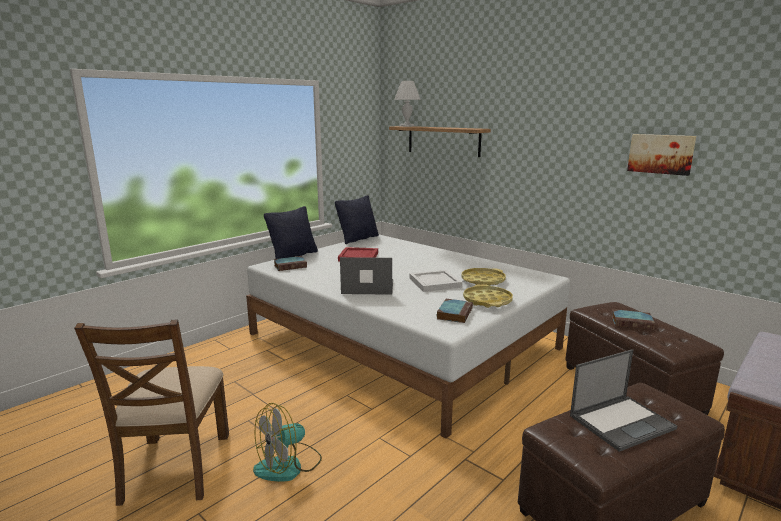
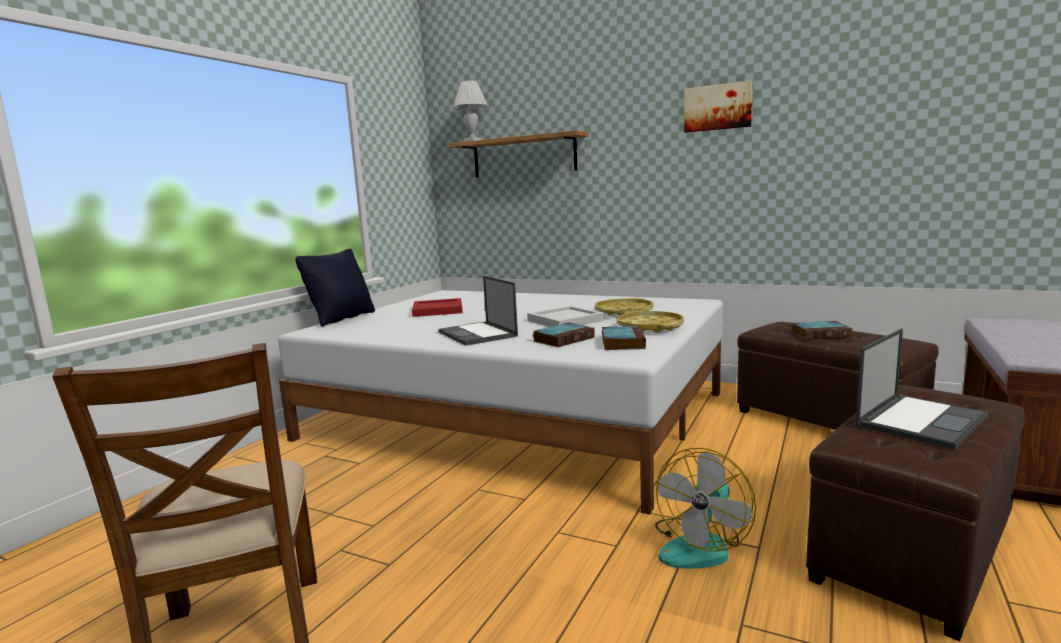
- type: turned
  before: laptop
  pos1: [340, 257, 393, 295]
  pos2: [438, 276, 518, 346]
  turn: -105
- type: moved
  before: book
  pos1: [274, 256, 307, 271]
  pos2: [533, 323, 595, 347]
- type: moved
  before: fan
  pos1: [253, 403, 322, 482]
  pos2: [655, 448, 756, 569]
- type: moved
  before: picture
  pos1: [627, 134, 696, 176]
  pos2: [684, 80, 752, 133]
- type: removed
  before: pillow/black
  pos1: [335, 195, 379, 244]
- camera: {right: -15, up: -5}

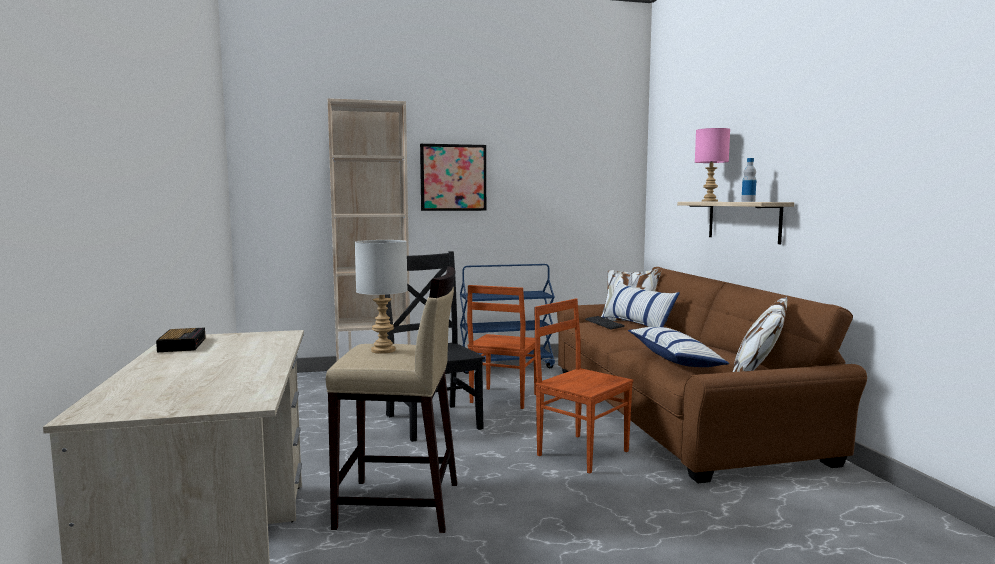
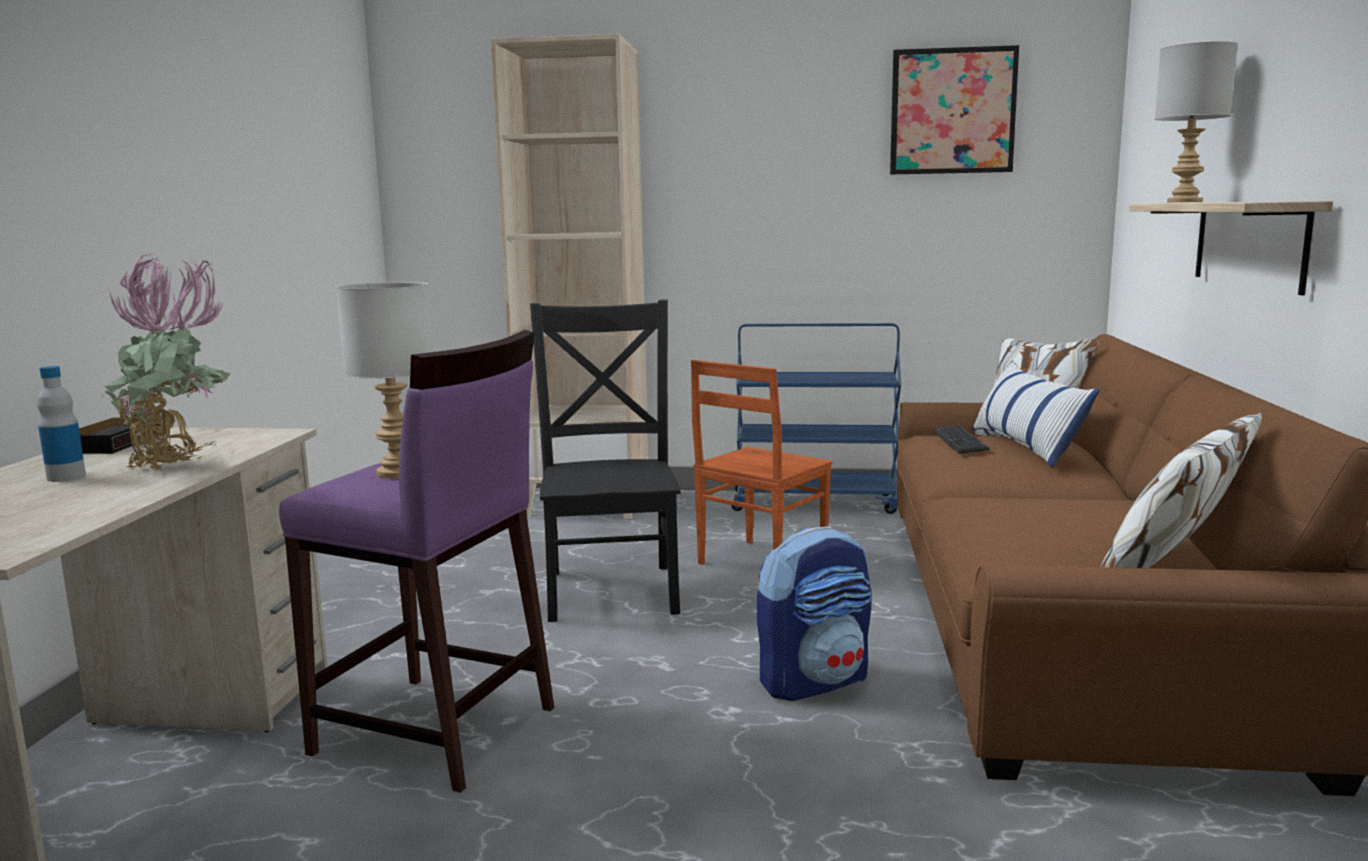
- type: moved
  before: bottle
  pos1: [741, 158, 756, 202]
  pos2: [37, 366, 86, 482]
- type: added
  after: potted plant
  pos2: [100, 253, 230, 471]
- type: recoloured
  before: stool/beige
  after: stool/purple
  pos1: [326, 266, 457, 533]
  pos2: [279, 330, 554, 793]
- type: replaced
  before: chair/brown
  after: backpack
  pos1: [534, 299, 633, 474]
  pos2: [757, 526, 871, 701]
- type: moved
  before: picture
  pos1: [420, 144, 486, 211]
  pos2: [890, 45, 1019, 175]
- type: recoloured
  before: table lamp/pink
  after: table lamp/grey
  pos1: [695, 128, 730, 202]
  pos2: [1155, 41, 1238, 202]
- type: removed
  before: pillow
  pos1: [628, 327, 730, 367]
- camera: {right: 20, up: 5}

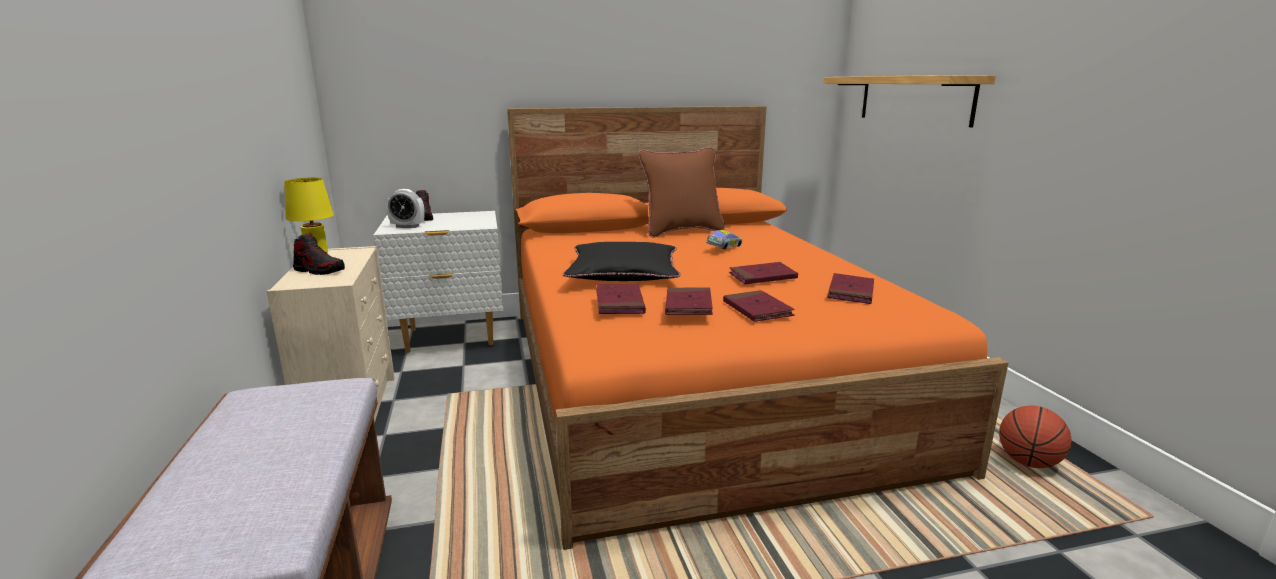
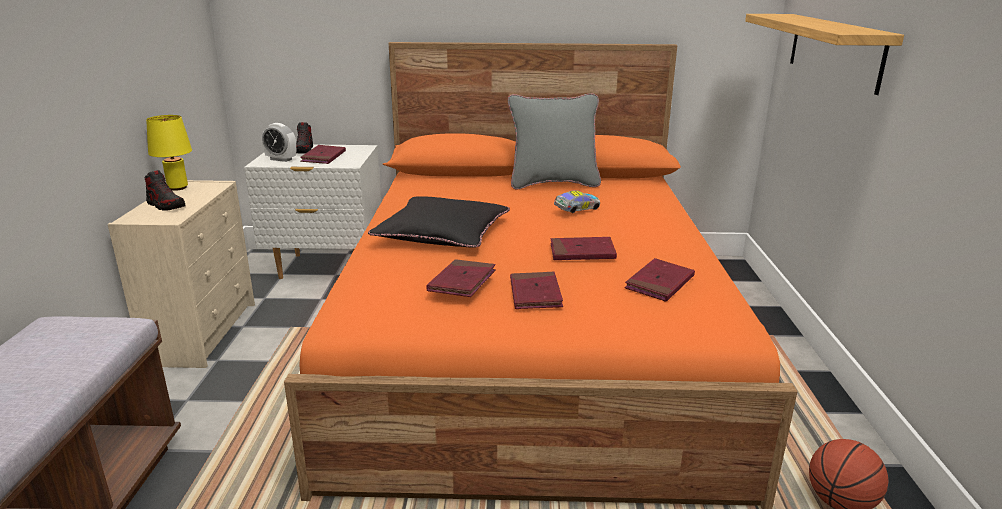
- type: moved
  before: book/red
  pos1: [596, 284, 646, 314]
  pos2: [300, 145, 346, 164]
- type: recoloured
  before: pillow/brown
  after: pillow/grey
  pos1: [638, 147, 725, 238]
  pos2: [508, 93, 601, 189]
- camera: {right: 15, up: 5}

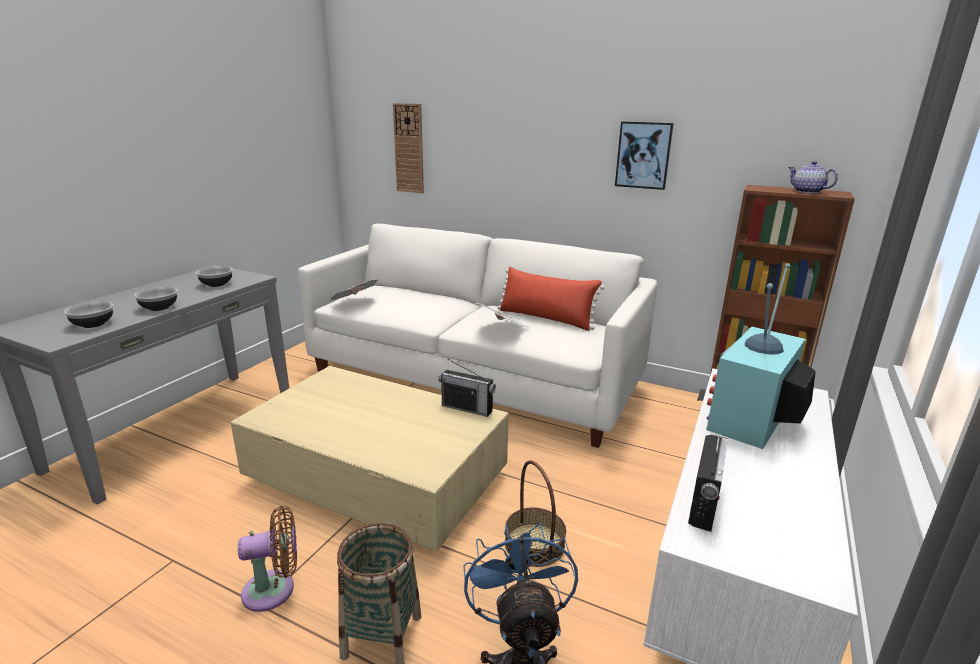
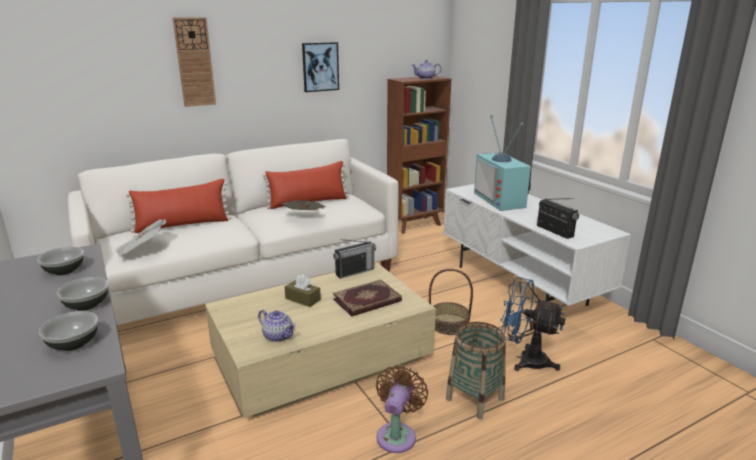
- type: added
  after: pillow/red
  pos2: [126, 179, 231, 233]
- type: moved
  before: wall clock
  pos1: [393, 103, 424, 193]
  pos2: [173, 17, 216, 107]
- type: added
  after: teapot
  pos2: [258, 310, 296, 342]
- type: added
  after: tissue box/brown
  pos2: [285, 274, 321, 307]
- type: added
  after: book
  pos2: [333, 280, 402, 317]
- camera: {right: -55, up: 0}

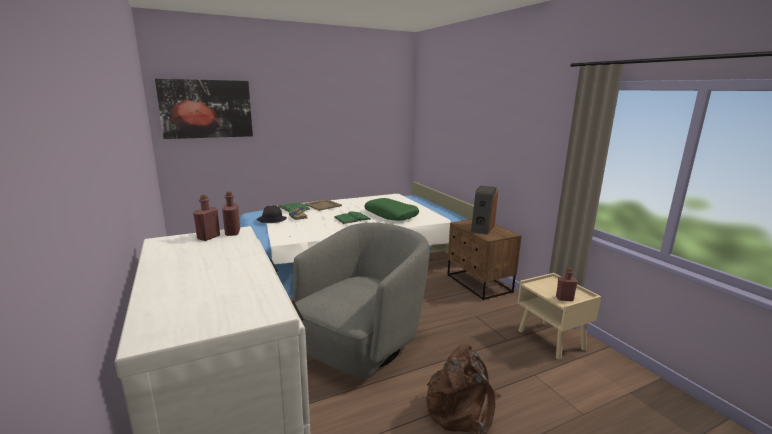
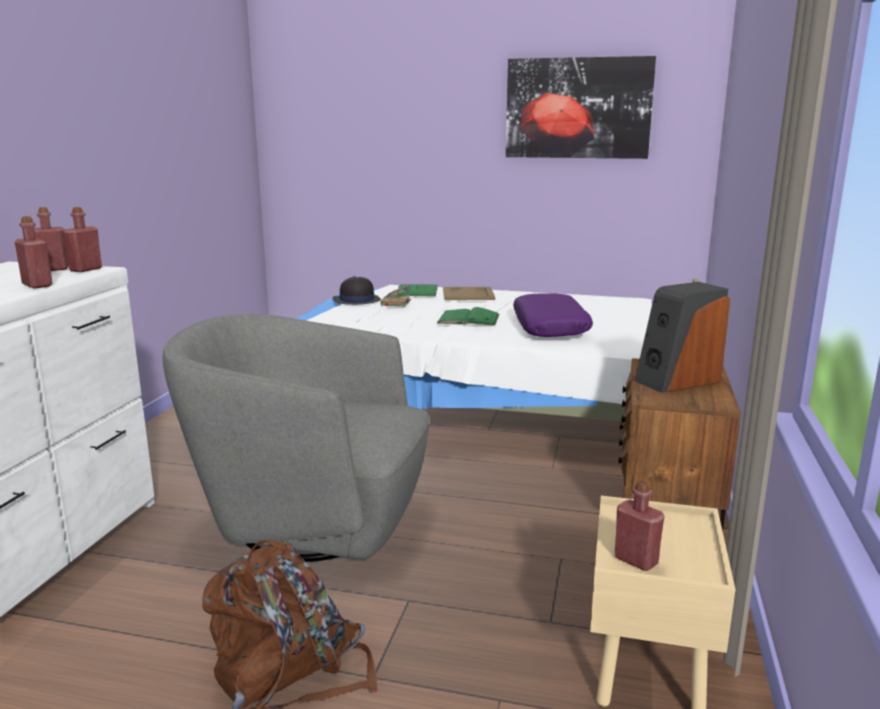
- type: added
  after: bottle/red
  pos2: [15, 216, 53, 289]
- type: turned
  before: armchair/grey
  pos1: [293, 223, 429, 379]
  pos2: [163, 314, 430, 562]
  turn: -150
- type: moved
  before: picture
  pos1: [155, 79, 253, 139]
  pos2: [506, 56, 656, 159]
- type: recoloured
  before: pillow/green
  after: pillow/purple
  pos1: [364, 198, 419, 221]
  pos2: [513, 293, 593, 337]
- camera: {right: 40, up: 0}

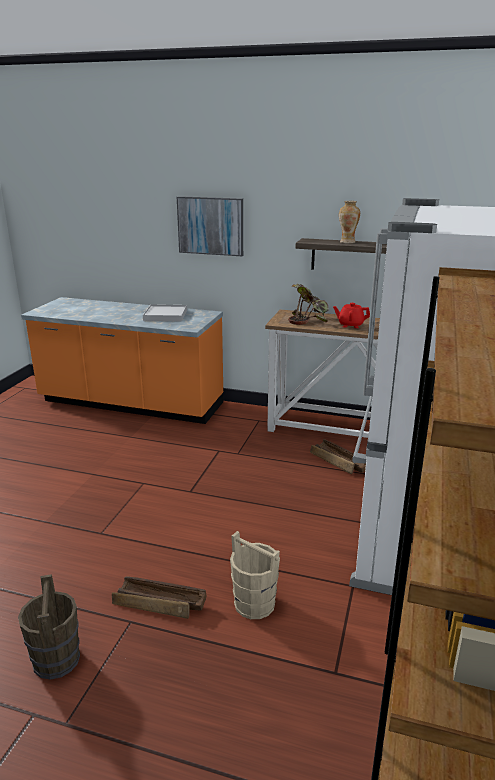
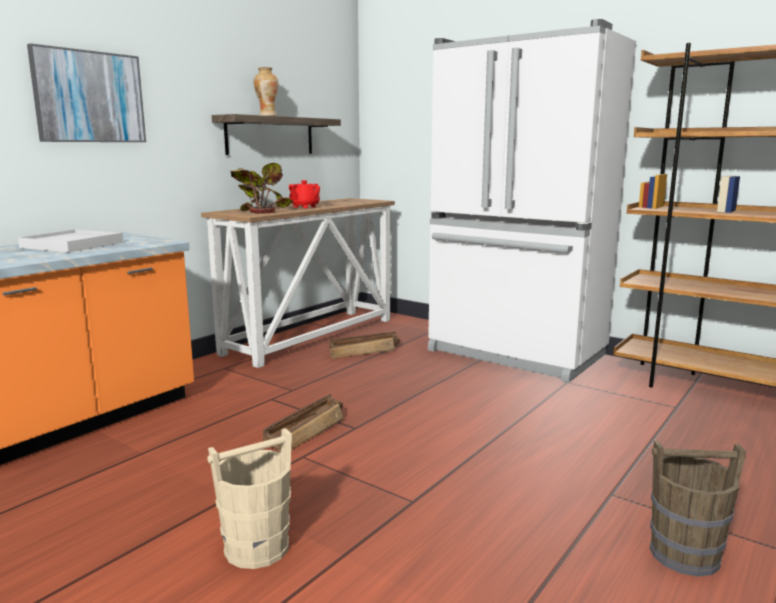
- type: moved
  before: bucket/beige
  pos1: [230, 531, 280, 619]
  pos2: [207, 428, 292, 569]
- type: moved
  before: crate
  pos1: [112, 576, 206, 619]
  pos2: [263, 394, 344, 453]
- camera: {right: -70, up: -10}

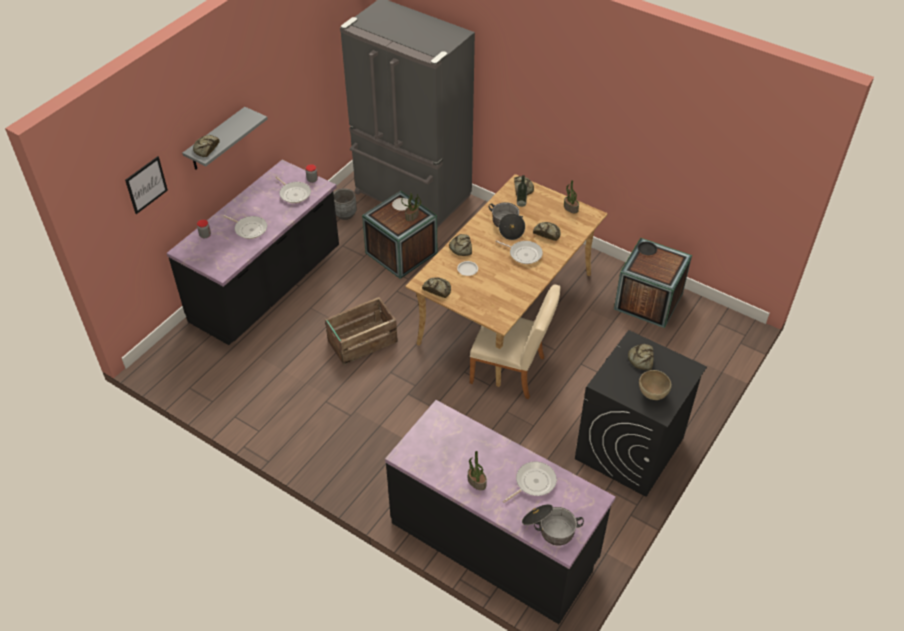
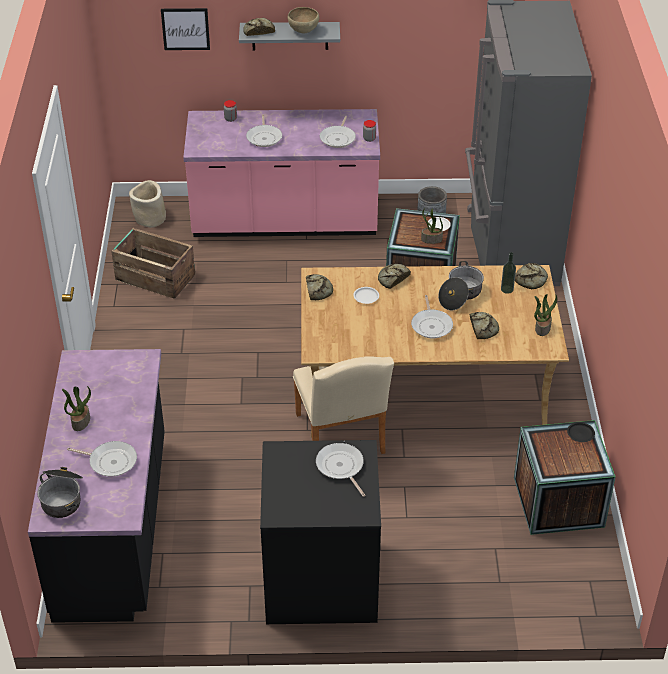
- type: moved
  before: crate
  pos1: [325, 297, 398, 365]
  pos2: [111, 228, 195, 299]
- type: added
  after: planter/beige
  pos2: [129, 180, 166, 228]
- type: recoloured
  before: counter/black
  after: counter/pink
  pos1: [167, 160, 339, 345]
  pos2: [183, 109, 380, 237]
- type: moved
  before: bowl/brown
  pos1: [639, 370, 672, 400]
  pos2: [288, 7, 319, 33]
- type: replaced
  before: bread
  after: frying pan
  pos1: [628, 344, 654, 370]
  pos2: [316, 443, 366, 497]
- camera: {right: 55, up: -5}

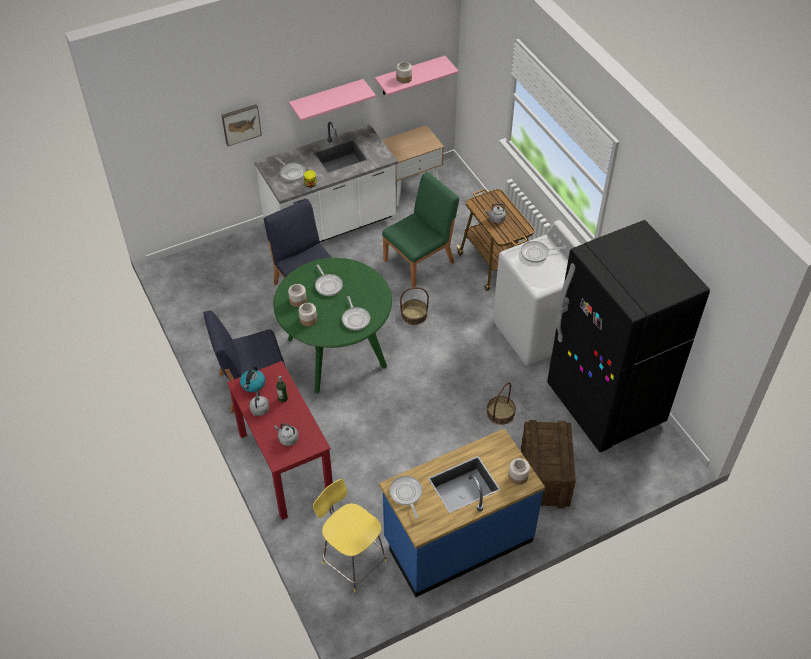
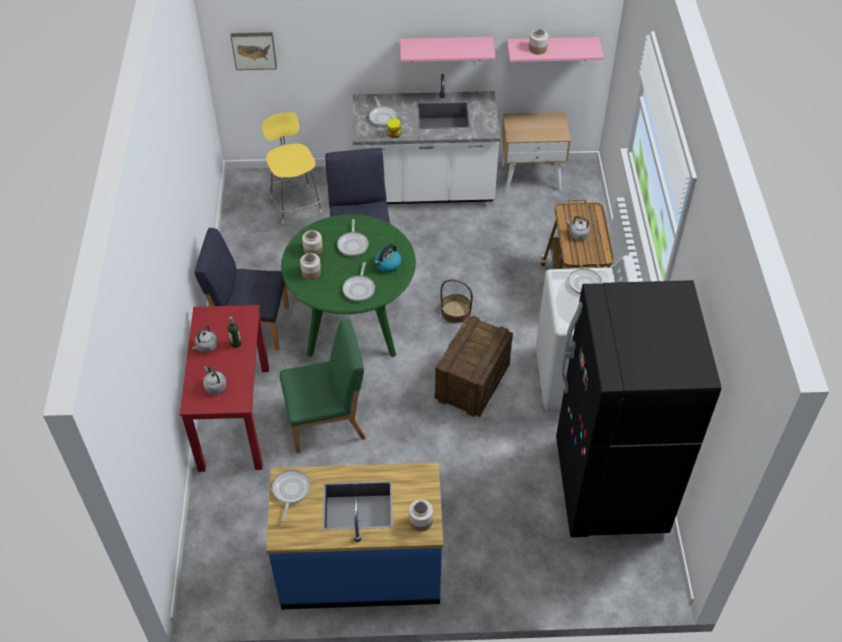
- type: moved
  before: picture
  pos1: [221, 104, 262, 146]
  pos2: [231, 32, 277, 70]
- type: moved
  before: stool/yellow
  pos1: [313, 479, 387, 592]
  pos2: [262, 112, 322, 224]
- type: moved
  before: chair/green
  pos1: [382, 172, 459, 287]
  pos2: [280, 319, 366, 453]
- type: moved
  before: kettle
  pos1: [240, 365, 265, 392]
  pos2: [375, 244, 402, 272]
- type: moved
  before: crate
  pos1: [521, 420, 576, 509]
  pos2: [434, 315, 513, 417]
- type: removed
  before: basket
  pos1: [487, 382, 516, 425]
- camera: {right: 25, up: 0}

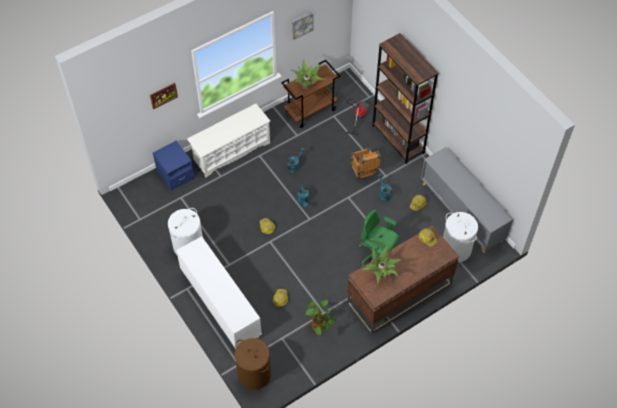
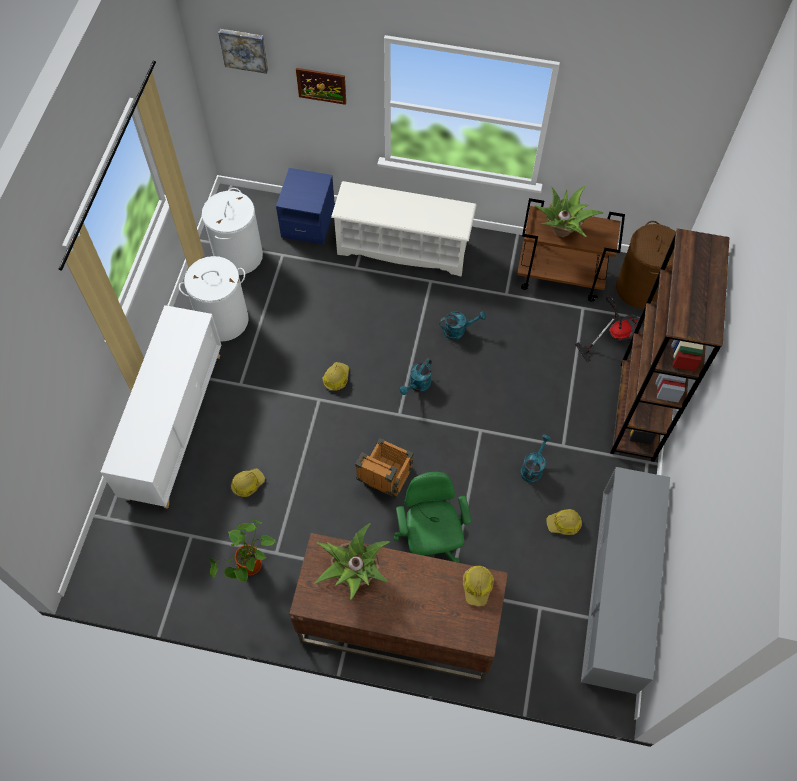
- type: moved
  before: laundry basket/white
  pos1: [443, 212, 478, 262]
  pos2: [202, 188, 263, 275]
- type: moved
  before: picture
  pos1: [292, 12, 314, 40]
  pos2: [218, 29, 268, 74]
- type: moved
  before: crate
  pos1: [351, 148, 381, 180]
  pos2: [355, 438, 413, 499]
- type: moved
  before: laundry basket/brown
  pos1: [234, 338, 271, 390]
  pos2: [616, 221, 676, 309]
- camera: {right: 45, up: 5}

